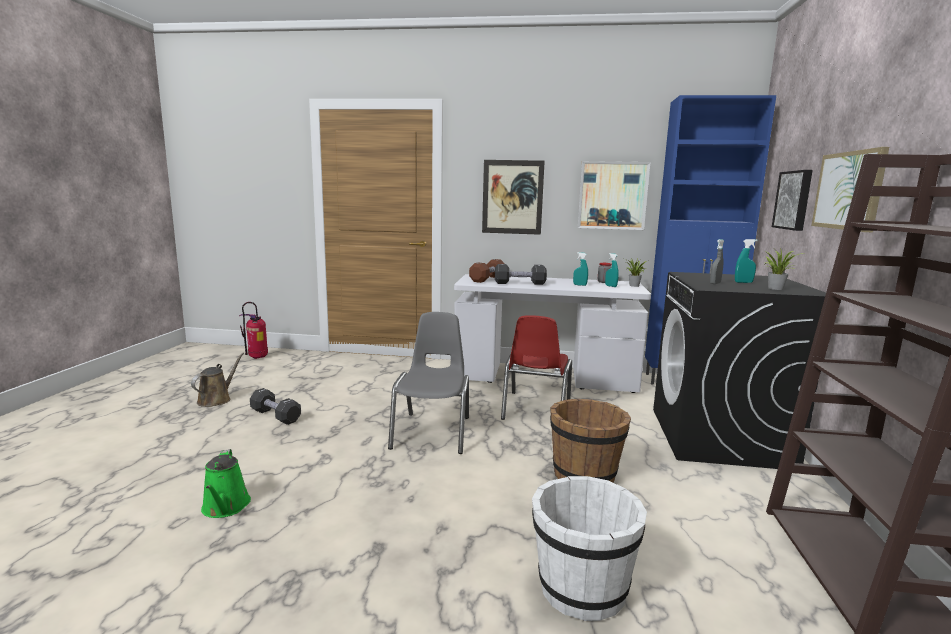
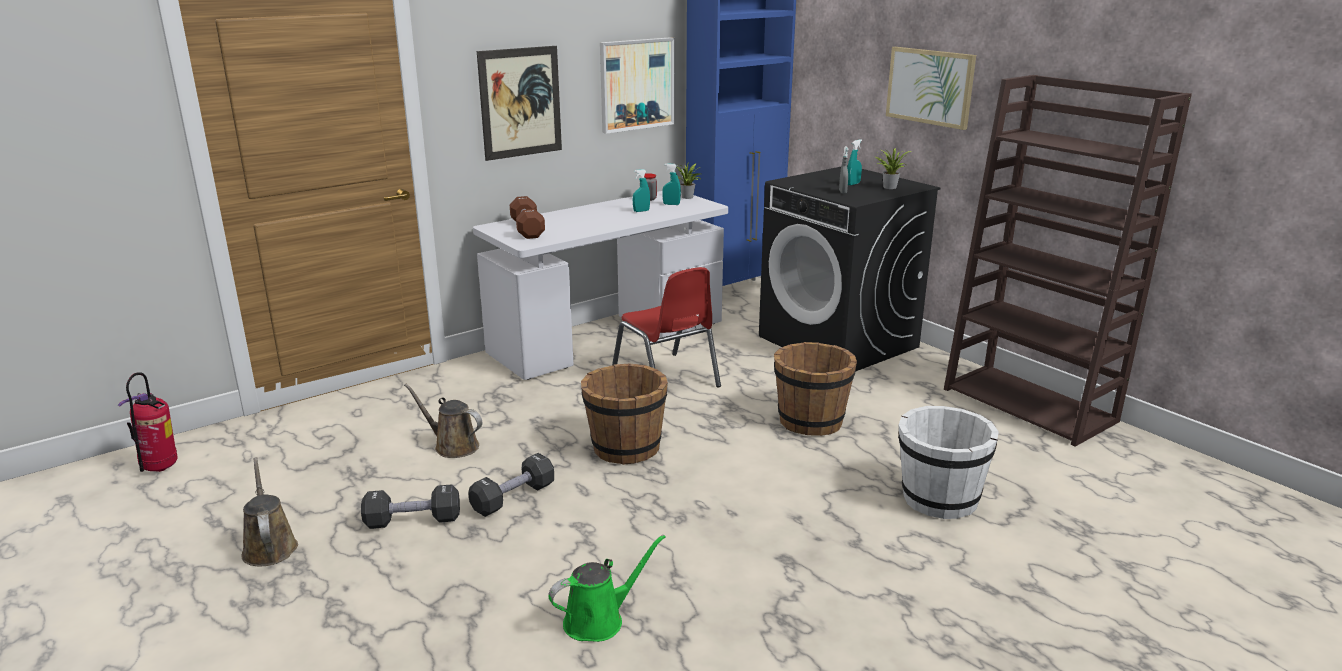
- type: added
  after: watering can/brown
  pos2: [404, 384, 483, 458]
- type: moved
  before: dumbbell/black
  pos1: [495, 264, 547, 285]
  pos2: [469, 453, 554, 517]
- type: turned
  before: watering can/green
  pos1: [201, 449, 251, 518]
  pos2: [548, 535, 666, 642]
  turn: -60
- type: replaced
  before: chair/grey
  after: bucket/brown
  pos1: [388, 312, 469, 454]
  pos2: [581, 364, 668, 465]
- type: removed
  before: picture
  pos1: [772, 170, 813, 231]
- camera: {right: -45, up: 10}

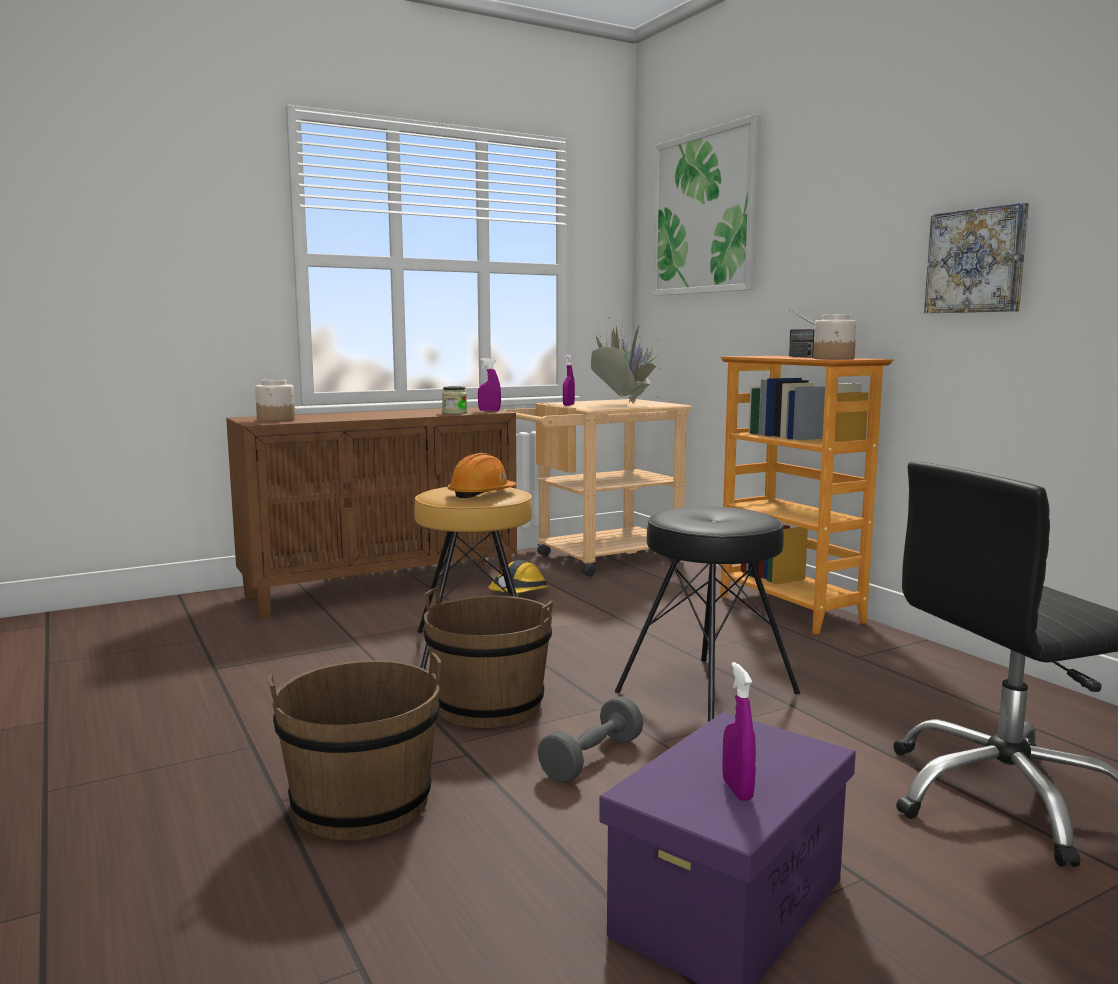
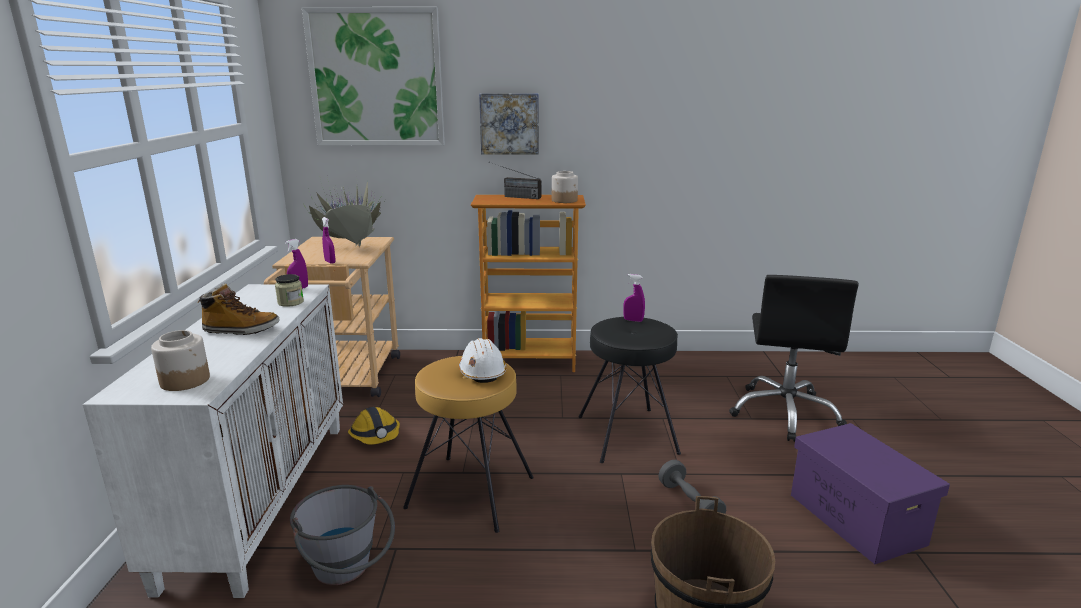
- type: recoloured
  before: cabinet/brown
  after: cabinet/white
  pos1: [226, 407, 517, 619]
  pos2: [83, 284, 343, 598]
- type: added
  after: boot
  pos2: [197, 284, 280, 335]
- type: added
  after: bucket/grey
  pos2: [290, 485, 395, 585]
- type: recoloured
  before: hard hat/orange
  after: hard hat/white
  pos1: [447, 453, 517, 498]
  pos2: [459, 338, 507, 383]
- type: moved
  before: picture
  pos1: [924, 202, 1029, 313]
  pos2: [479, 93, 539, 155]
- type: moved
  before: spray bottle/purple
  pos1: [722, 662, 756, 801]
  pos2: [623, 274, 645, 322]
- type: removed
  before: bucket/brown
  pos1: [424, 587, 553, 728]
- camera: {right: -60, up: 10}

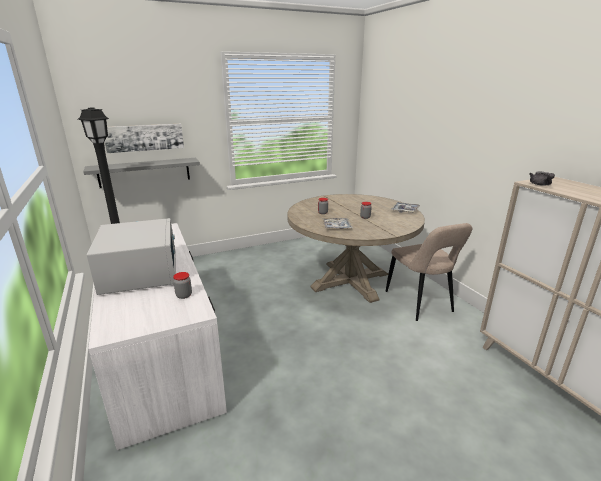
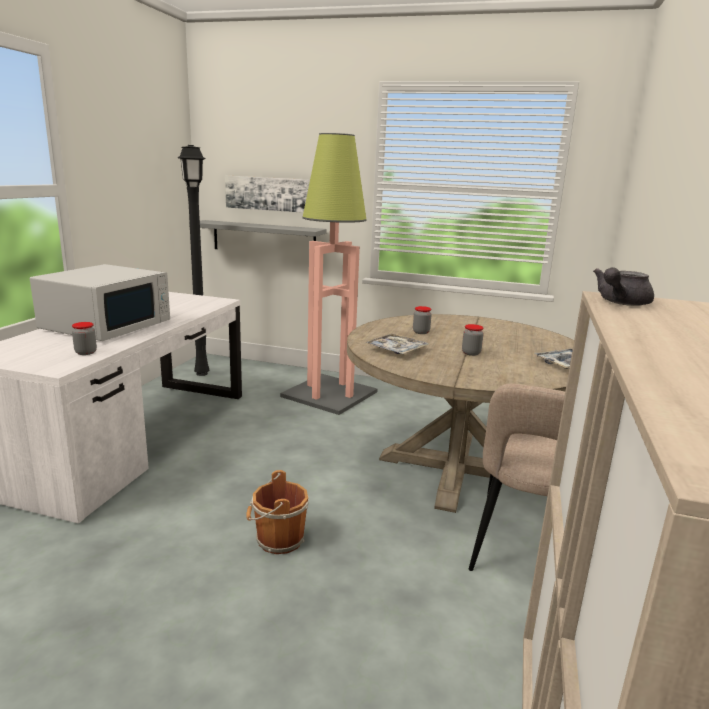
- type: added
  after: bucket/brown
  pos2: [246, 470, 309, 554]
- type: added
  after: floor lamp
  pos2: [280, 133, 377, 415]
- camera: {right: 40, up: -5}

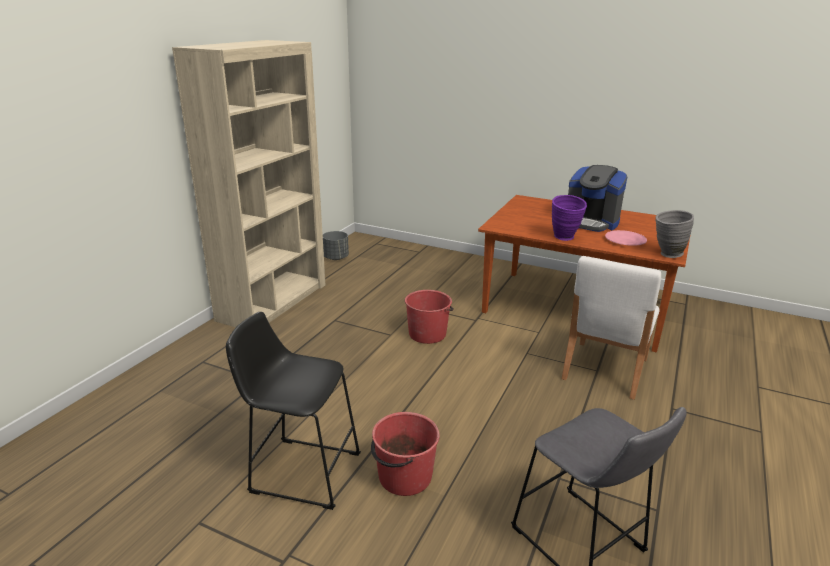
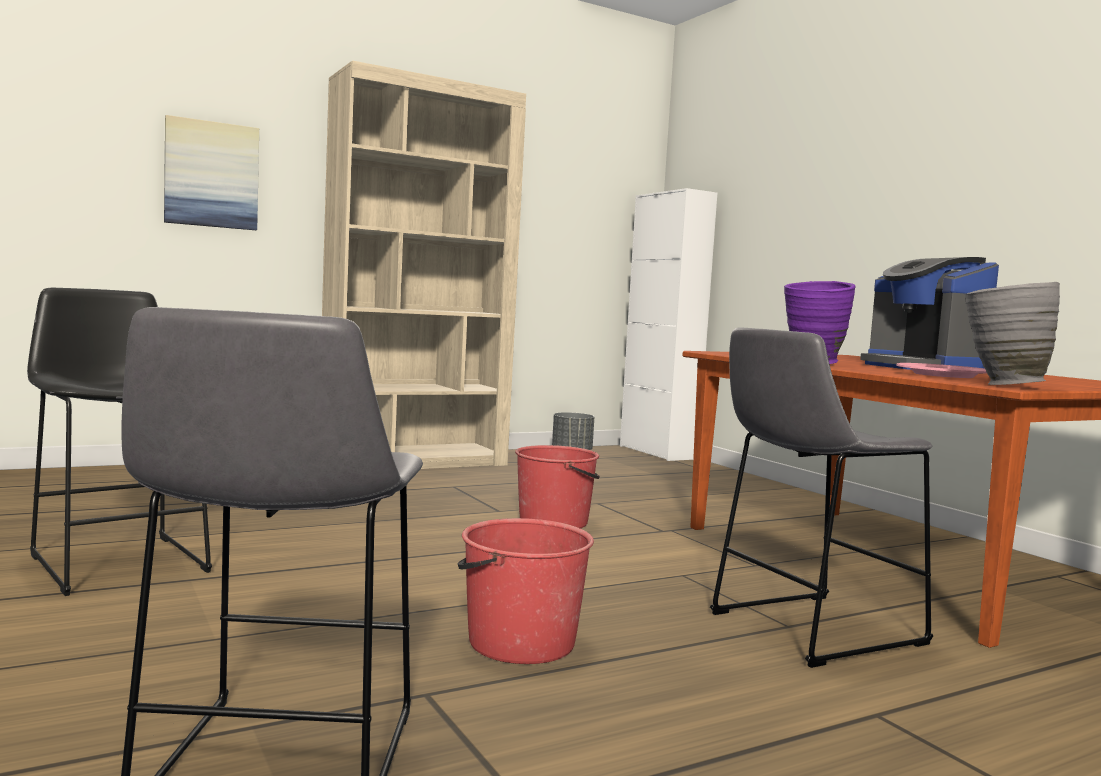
- type: added
  after: picture
  pos2: [164, 115, 259, 230]
- type: moved
  before: bucket/red
  pos1: [371, 412, 440, 496]
  pos2: [458, 518, 594, 664]
- type: added
  after: cabinet/white
  pos2: [620, 188, 717, 461]
- type: replaced
  before: chair/white
  after: stool/grey
  pos1: [562, 256, 661, 400]
  pos2: [710, 327, 933, 668]
- camera: {right: 35, up: -20}

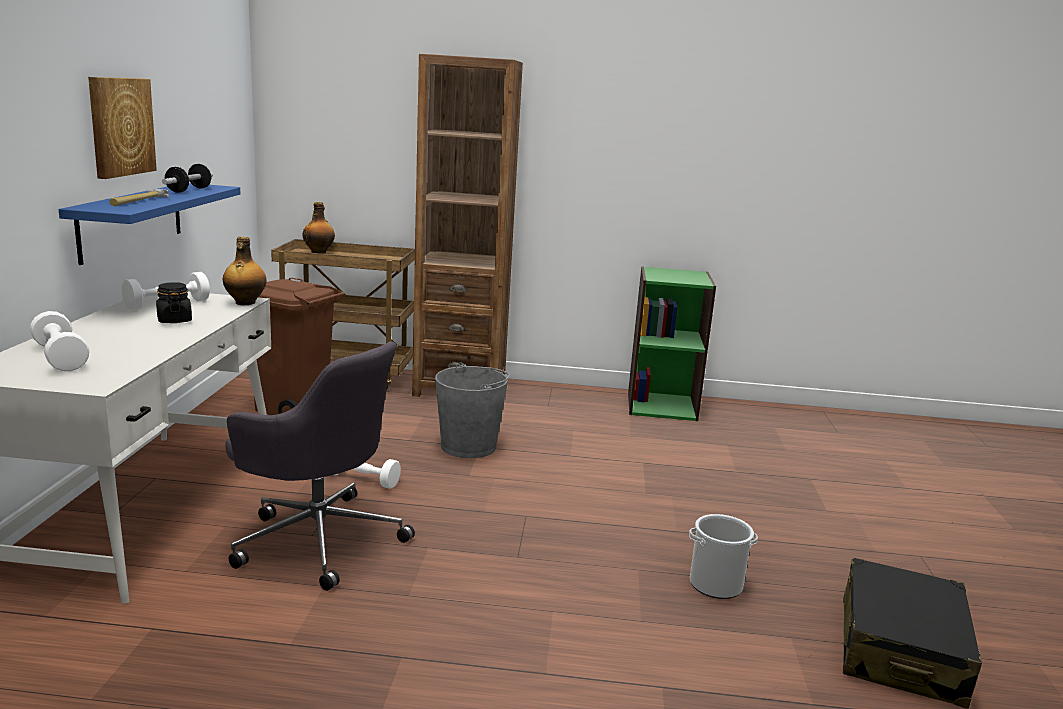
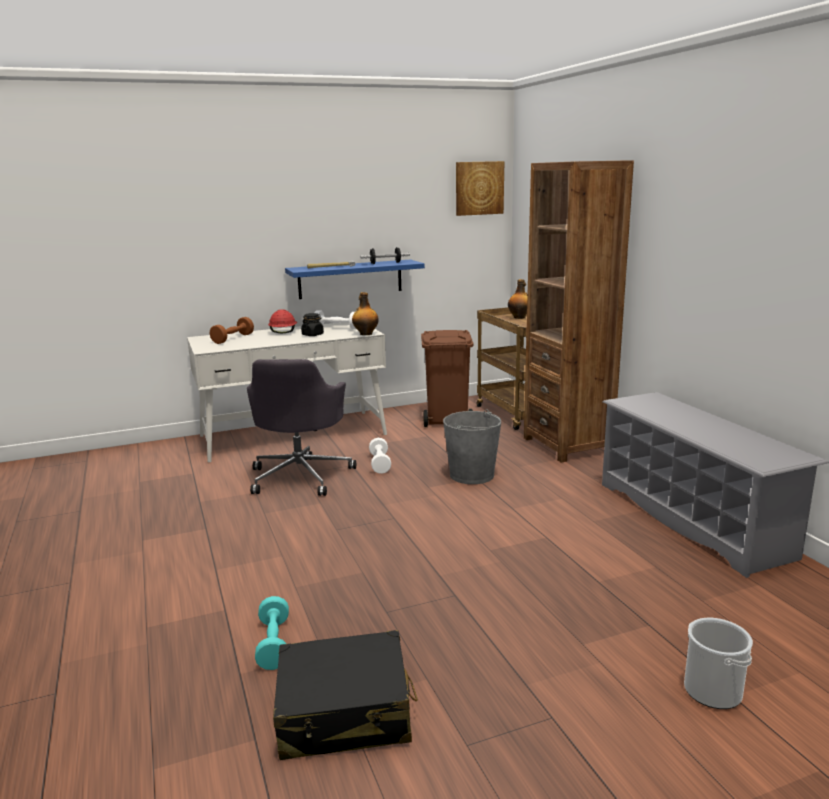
- type: recoloured
  before: dumbbell/white
  after: dumbbell/brown
  pos1: [30, 311, 90, 371]
  pos2: [210, 317, 254, 344]
- type: added
  after: dumbbell/turquoise
  pos2: [255, 596, 289, 670]
- type: added
  after: hard hat/red
  pos2: [268, 309, 297, 333]
- type: moved
  before: picture
  pos1: [88, 77, 157, 179]
  pos2: [456, 161, 504, 216]
- type: replaced
  before: bookcase/green
  after: shoe rack/grey
  pos1: [628, 266, 716, 421]
  pos2: [602, 392, 829, 578]
- type: moved
  before: bucket
  pos1: [689, 514, 758, 599]
  pos2: [684, 618, 753, 709]
- camera: {right: 65, up: 0}

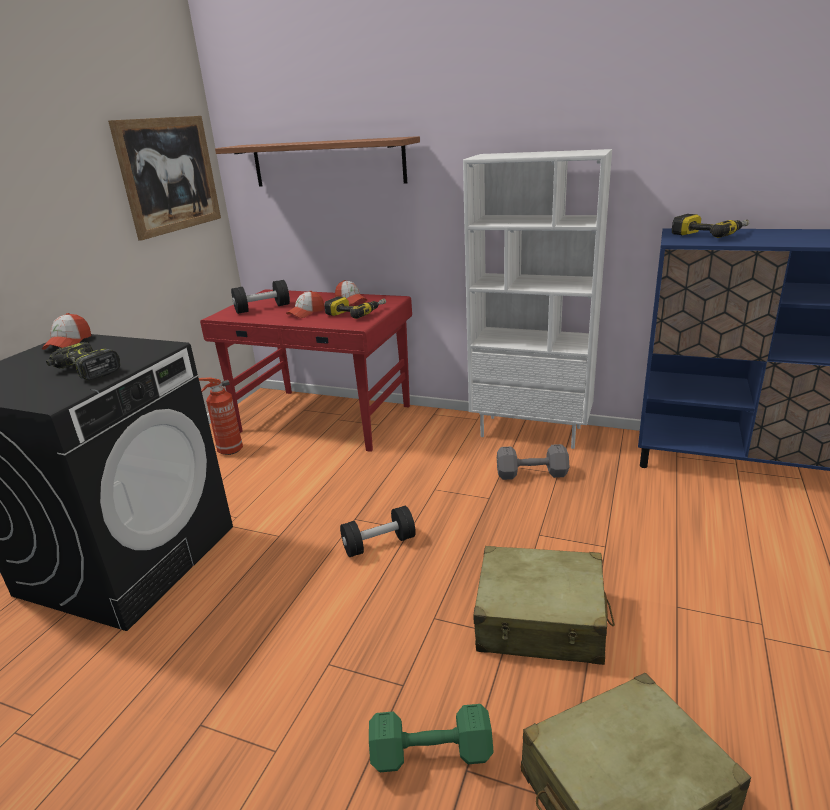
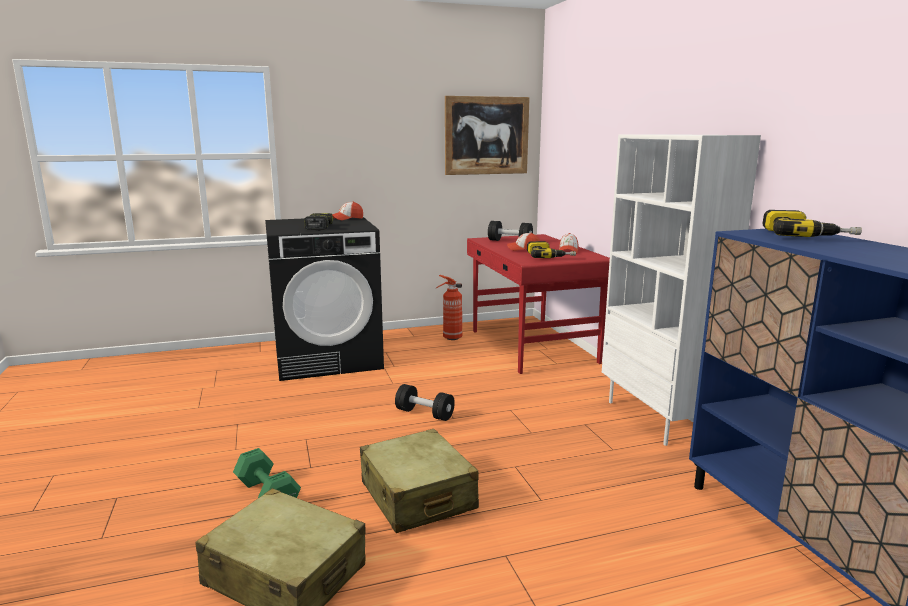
- type: removed
  before: shelf
  pos1: [215, 136, 420, 187]
- type: removed
  before: dumbbell/grey
  pos1: [497, 444, 570, 480]
- camera: {right: 50, up: -10}

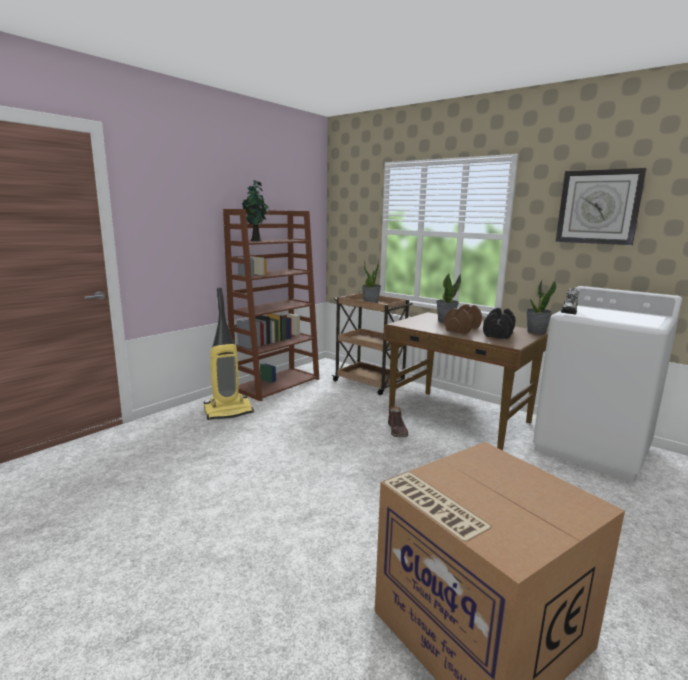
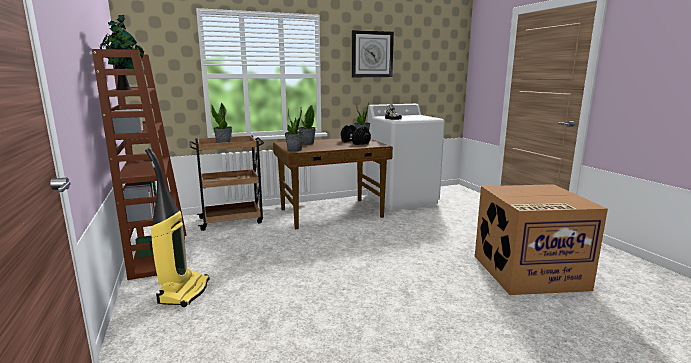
- type: added
  after: potted plant
  pos2: [284, 108, 304, 151]
- type: removed
  before: boot/brown
  pos1: [388, 406, 408, 437]
- type: removed
  before: dumbbell/brown
  pos1: [445, 304, 482, 334]
- camera: {right: -60, up: 0}

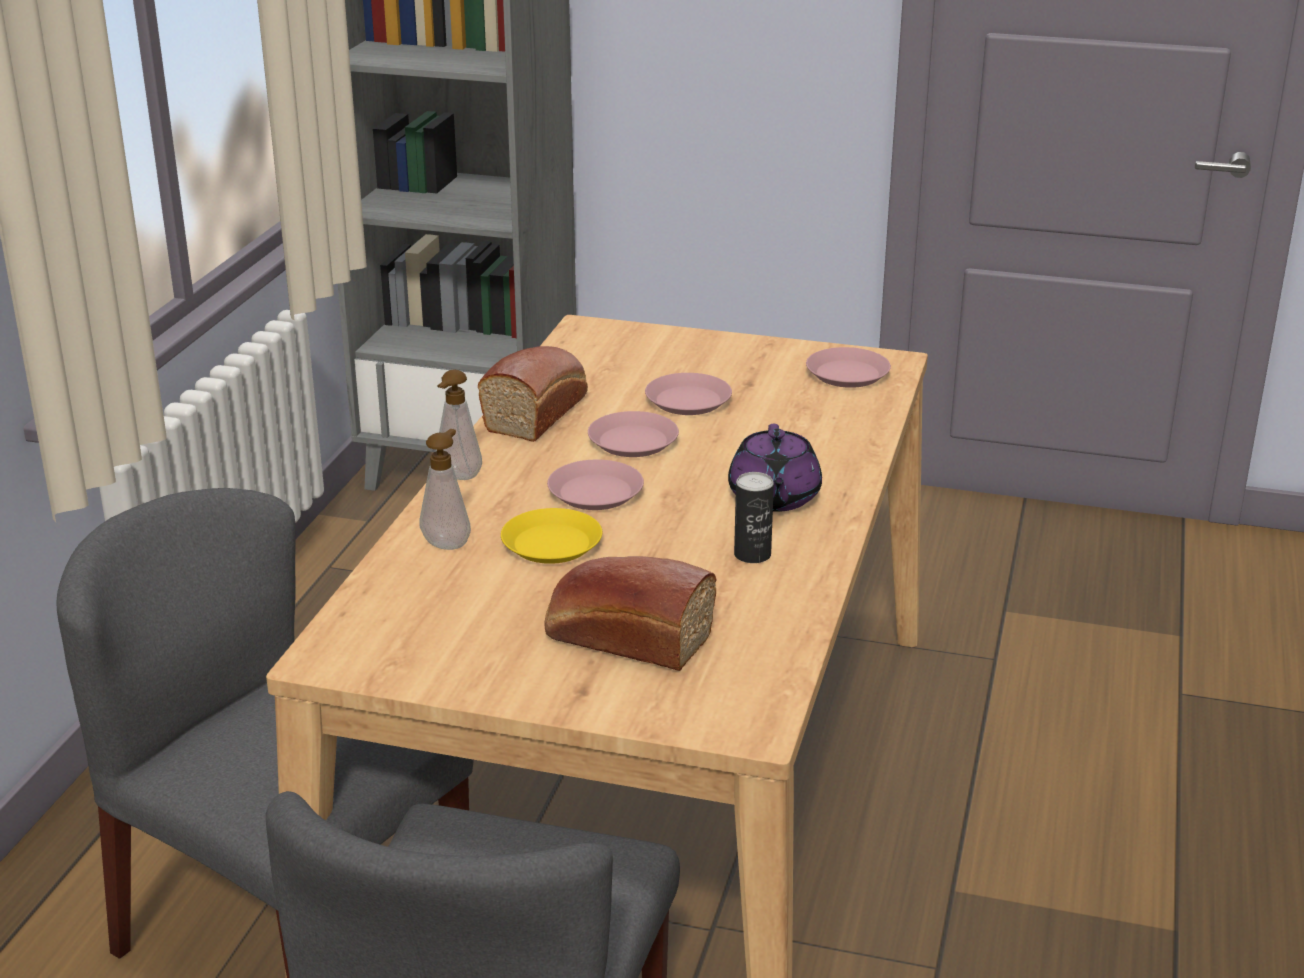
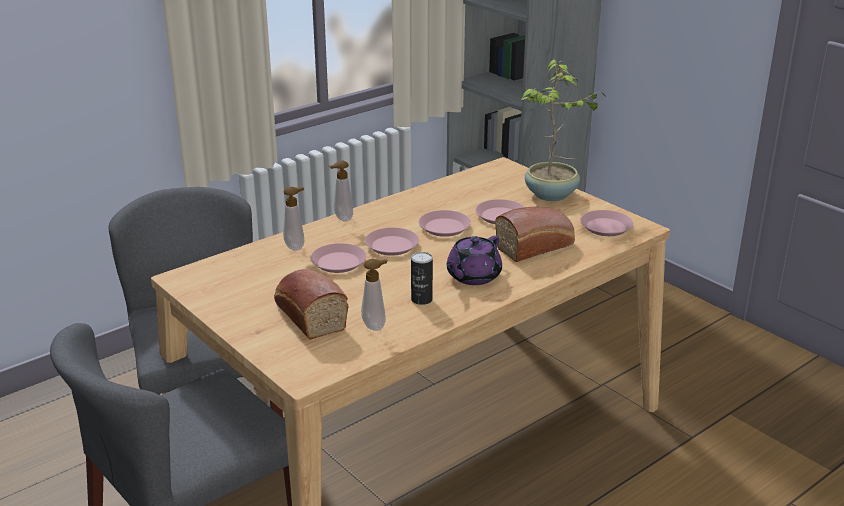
- type: recoloured
  before: plate/yellow
  after: plate/pink
  pos1: [501, 508, 602, 564]
  pos2: [310, 243, 366, 273]
- type: added
  after: soap dispenser
  pos2: [361, 259, 388, 331]
- type: moved
  before: bread
  pos1: [478, 346, 588, 442]
  pos2: [495, 207, 575, 262]
- type: added
  after: potted plant
  pos2: [519, 60, 606, 201]
- camera: {right: 35, up: 0}

